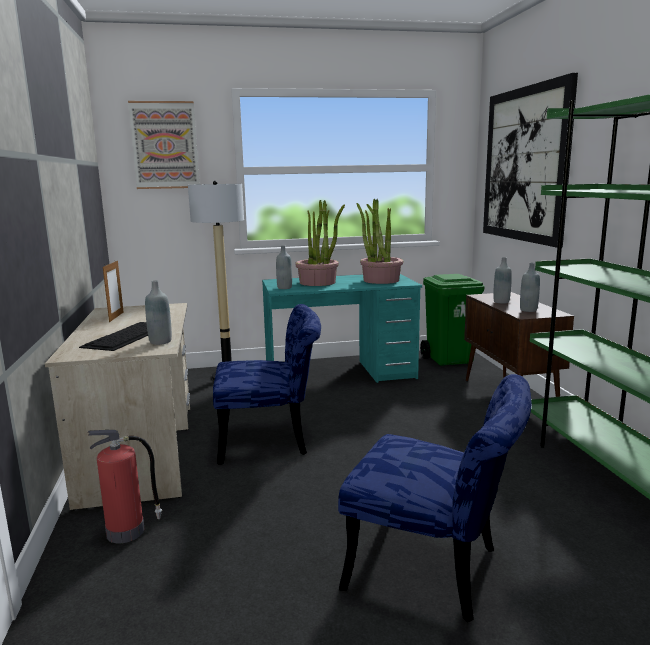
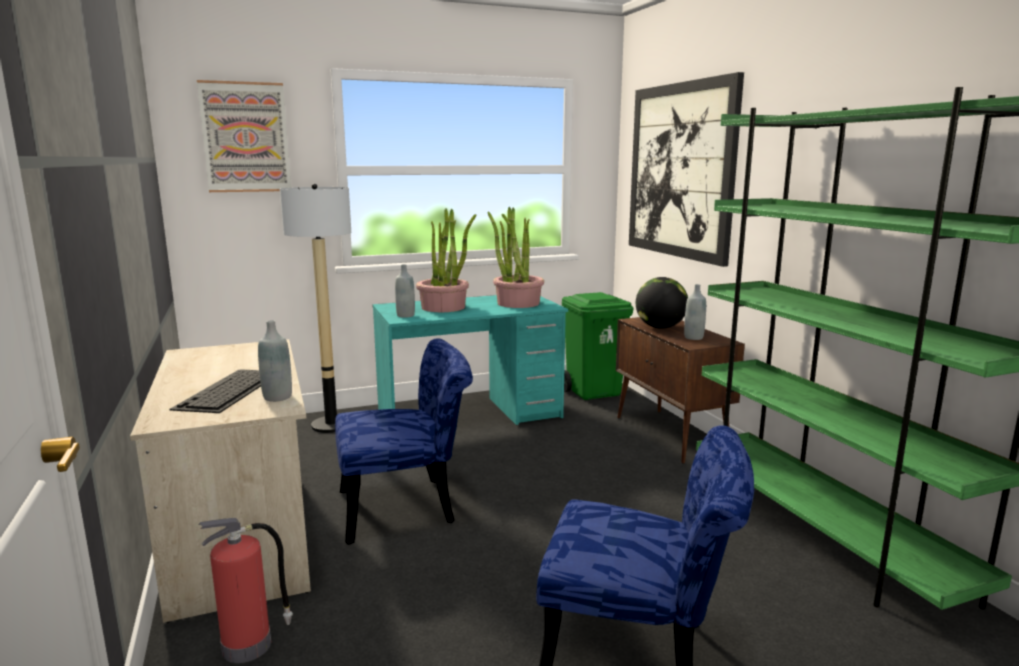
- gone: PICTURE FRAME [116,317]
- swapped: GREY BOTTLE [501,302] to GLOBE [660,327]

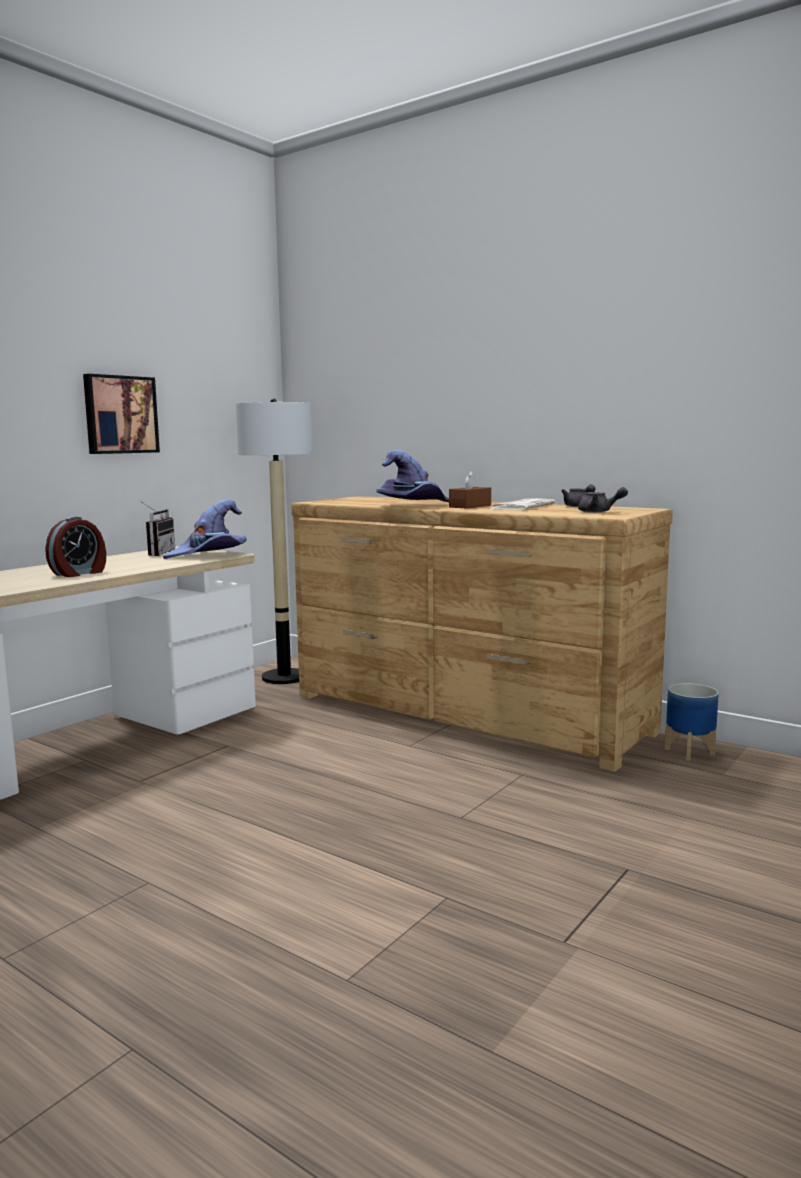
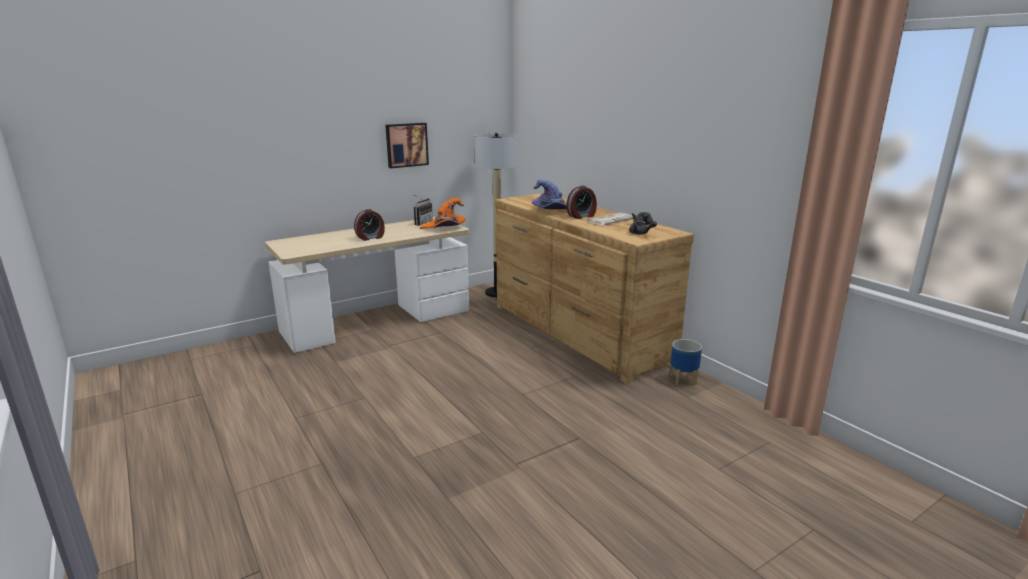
- swapped: BROWN TISSUE BOX [470,506] to ALARM CLOCK [581,216]
- repainted: PURPLE HAT [209,555] to ORANGE HAT [445,227]

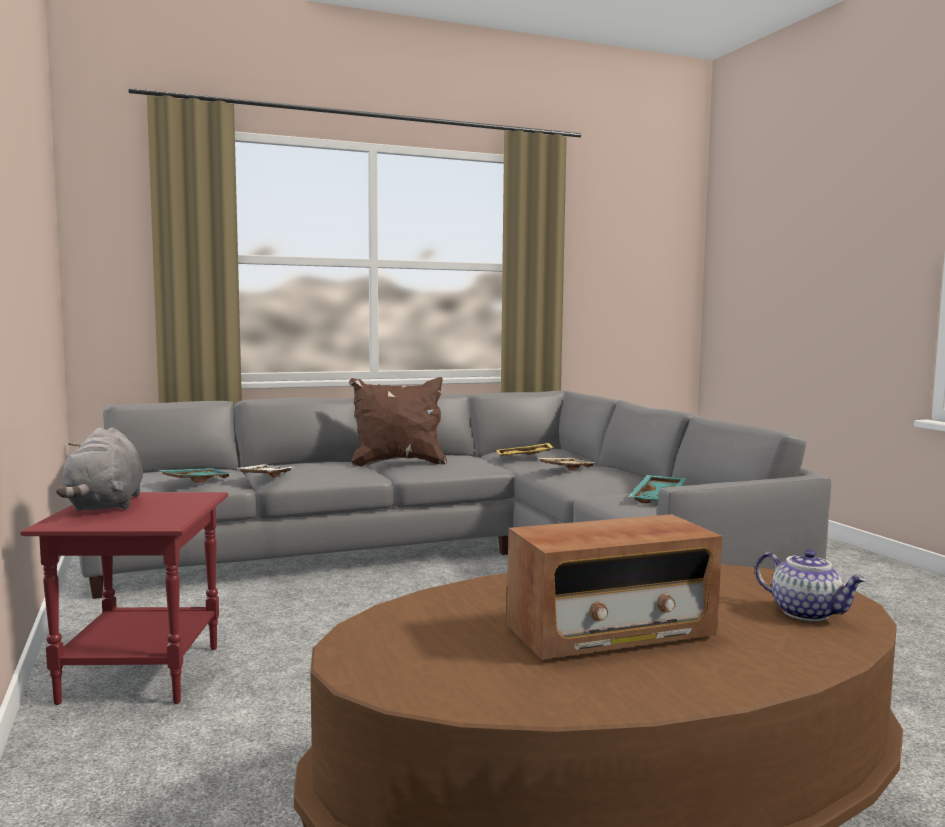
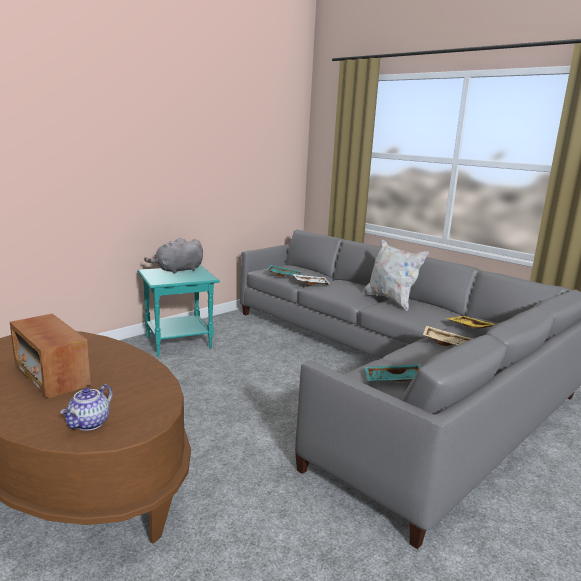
- repainted: RED SIDE TABLE [142,673] to TURQUOISE SIDE TABLE [179,343]
- repainted: BROWN PILLOW [398,463] to WHITE PILLOW [390,301]

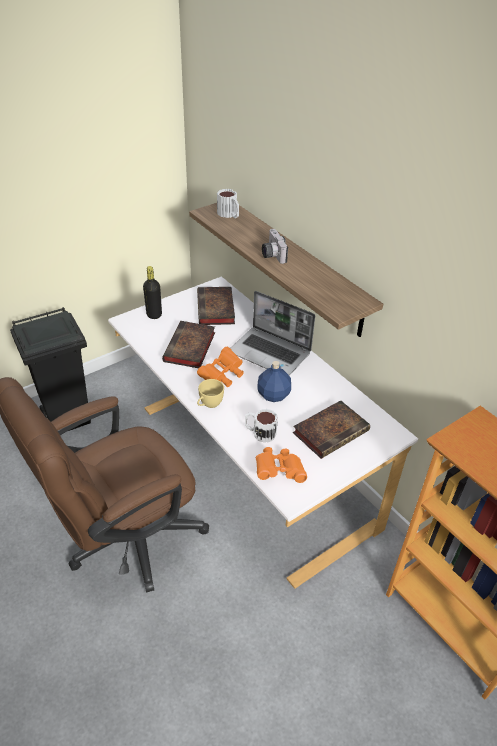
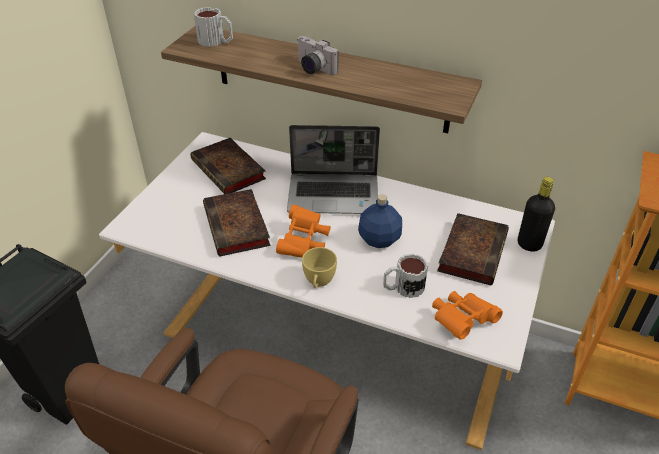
- shifted: BLACK BOTTLE [154,314] to [529,244]

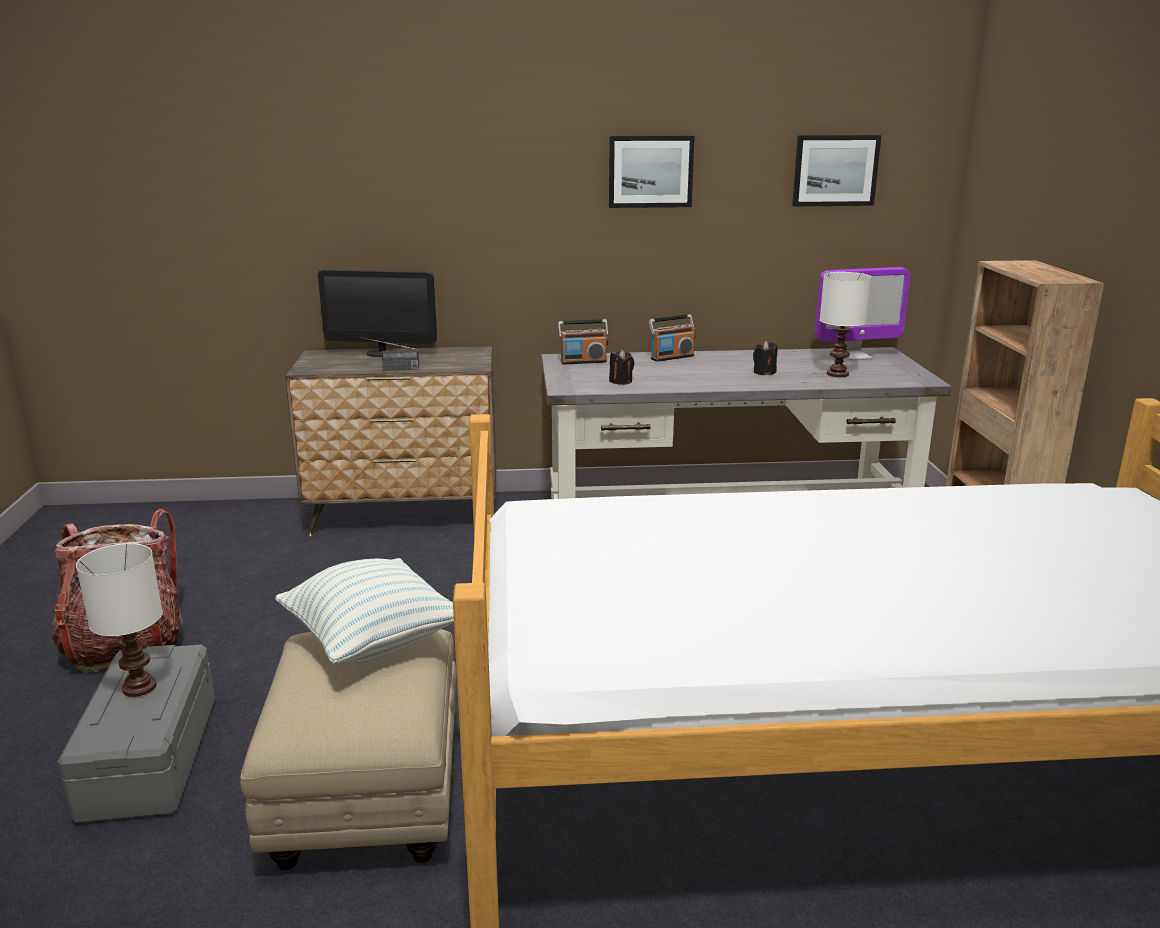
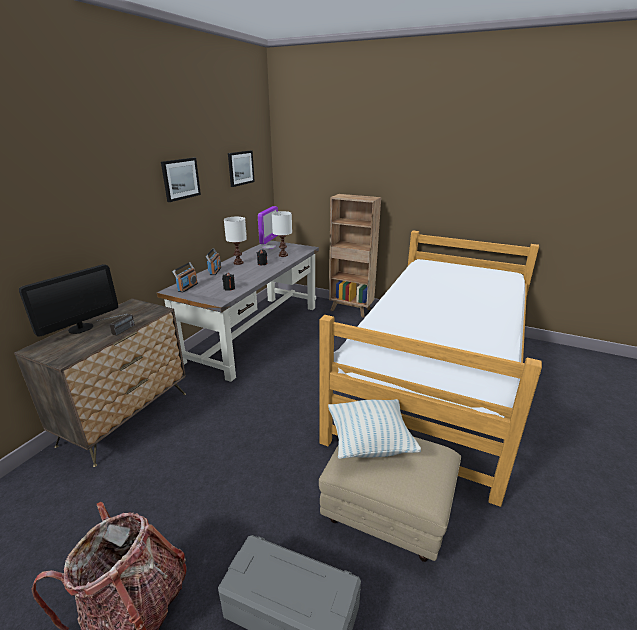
- shifted: WHITE TABLE LAMP [140,688] to [238,263]

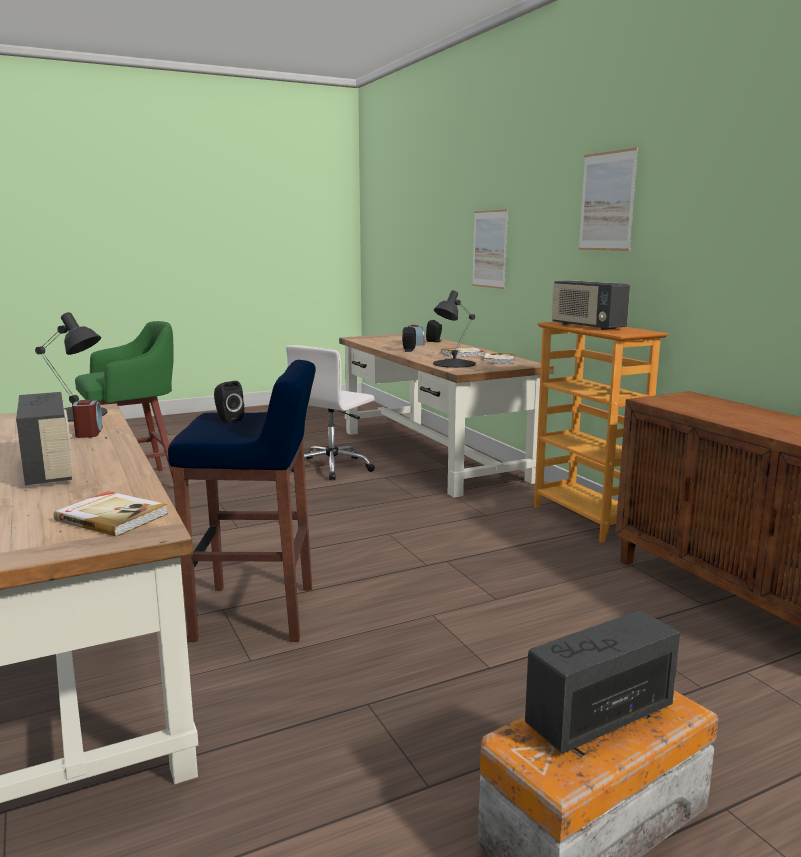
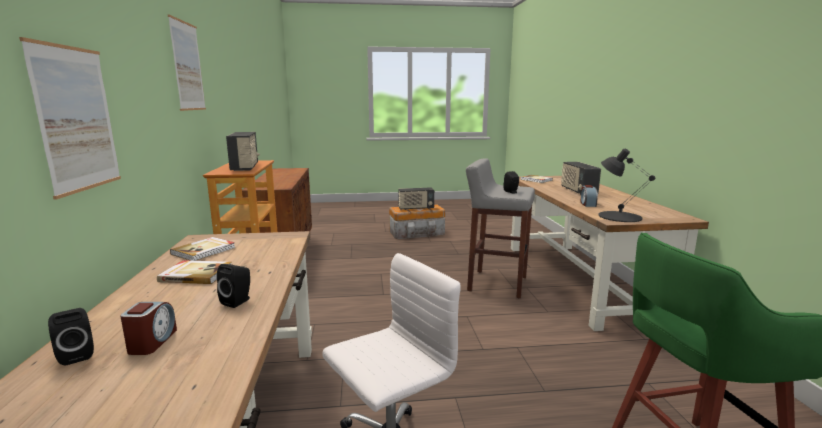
- gone: BLACK TABLE LAMP [453,364]
- repainted: BLUE STOOL [257,613] to GREY STOOL [496,283]

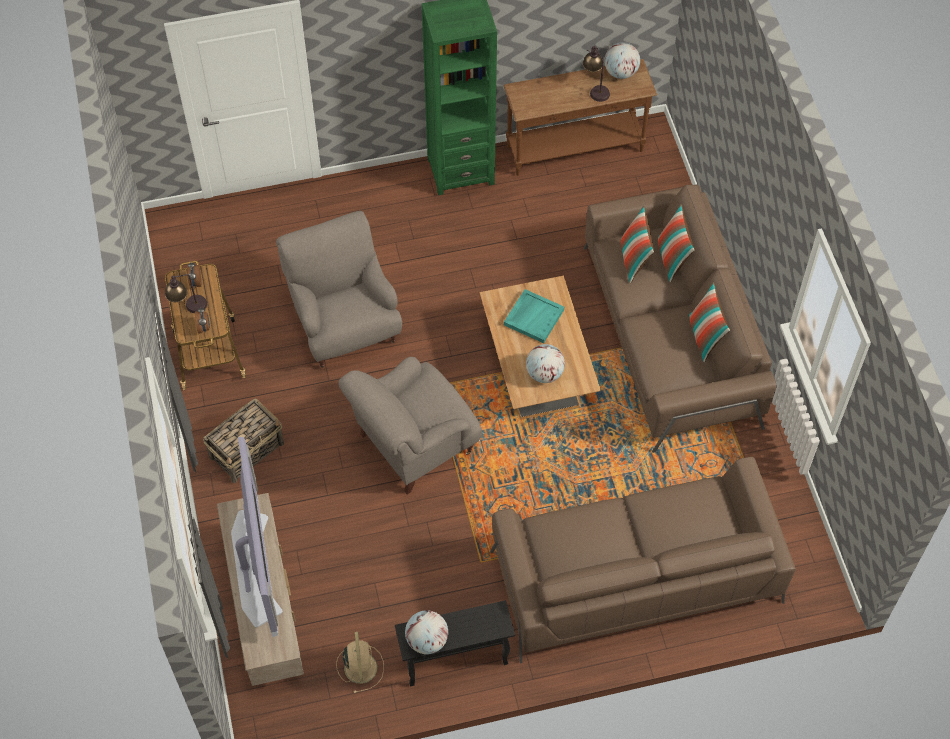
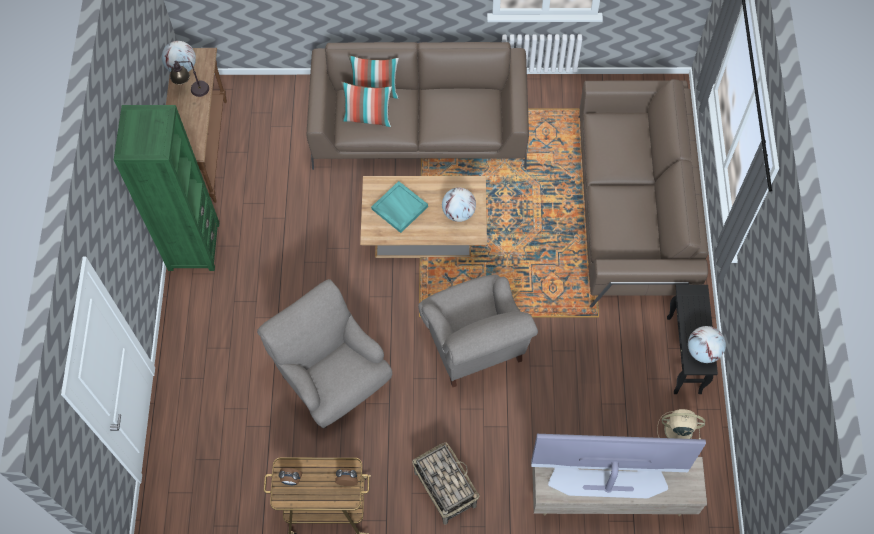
- gone: TABLE LAMP [188,308]
- gone: PILLOW [705,337]
- rotated: GREY ARMCHAIR [344,325] = [332,378] 60 degrees clockwise

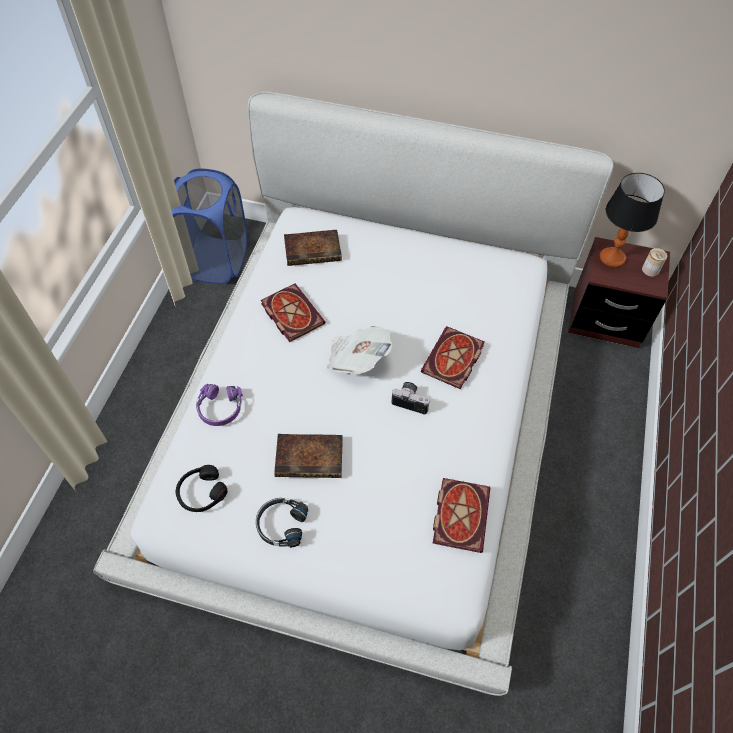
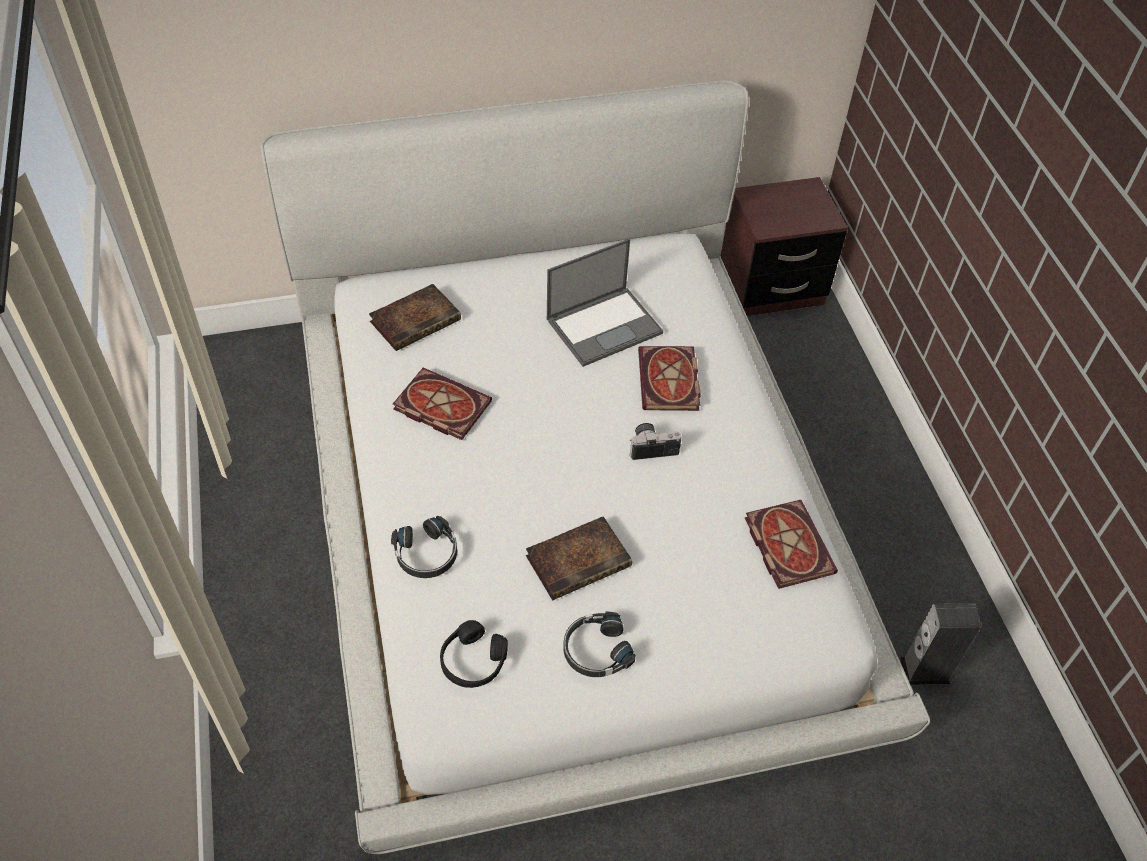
- gone: BLUE LAUNDRY BASKET [216,261]
- gone: NEWSPAPER [358,359]
- gone: TABLE LAMP [612,258]
- gone: CAN [650,270]
- new: LAPTOP [605,325]
- new: SPEAKER [925,670]
- repainted: PURPLE HEADPHONES [220,408] to BLACK HEADPHONES [427,554]

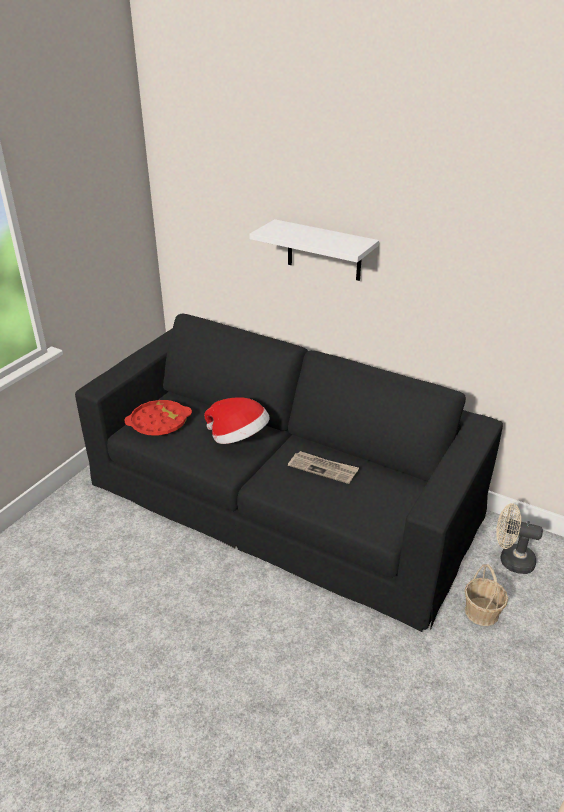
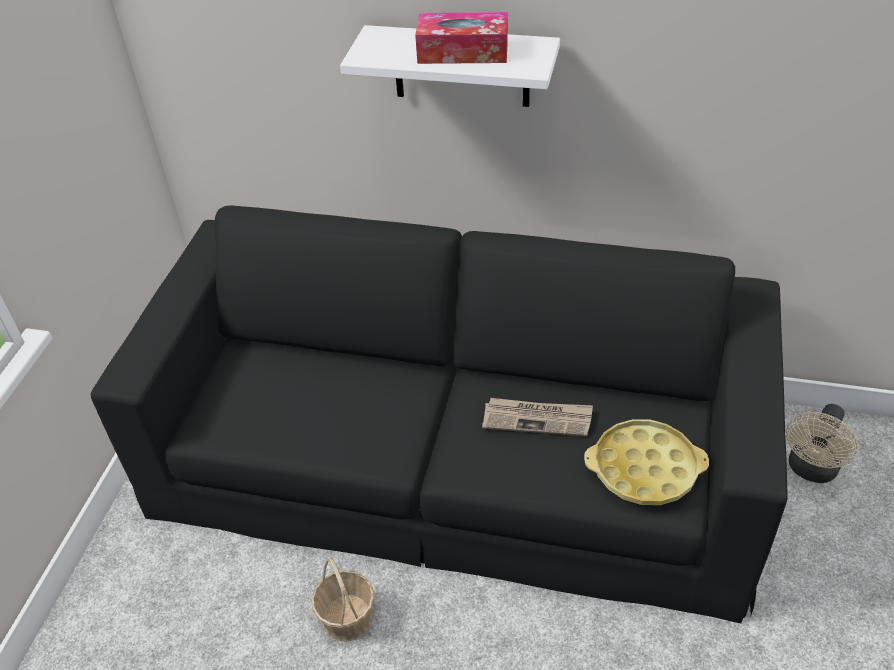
- gone: RED TRAY [159,422]
- gone: HAT [238,438]
- new: TISSUE BOX [463,51]
- new: YELLOW TRAY [644,468]
- shifted: BASKET [481,612] to [347,617]
- rotated: BEIGE FAN [510,560] = [811,470] 60 degrees counterclockwise

